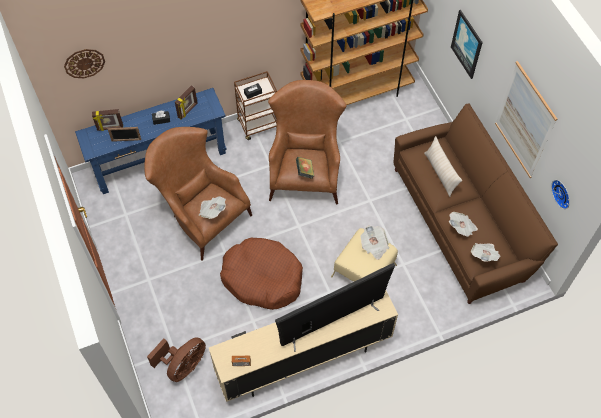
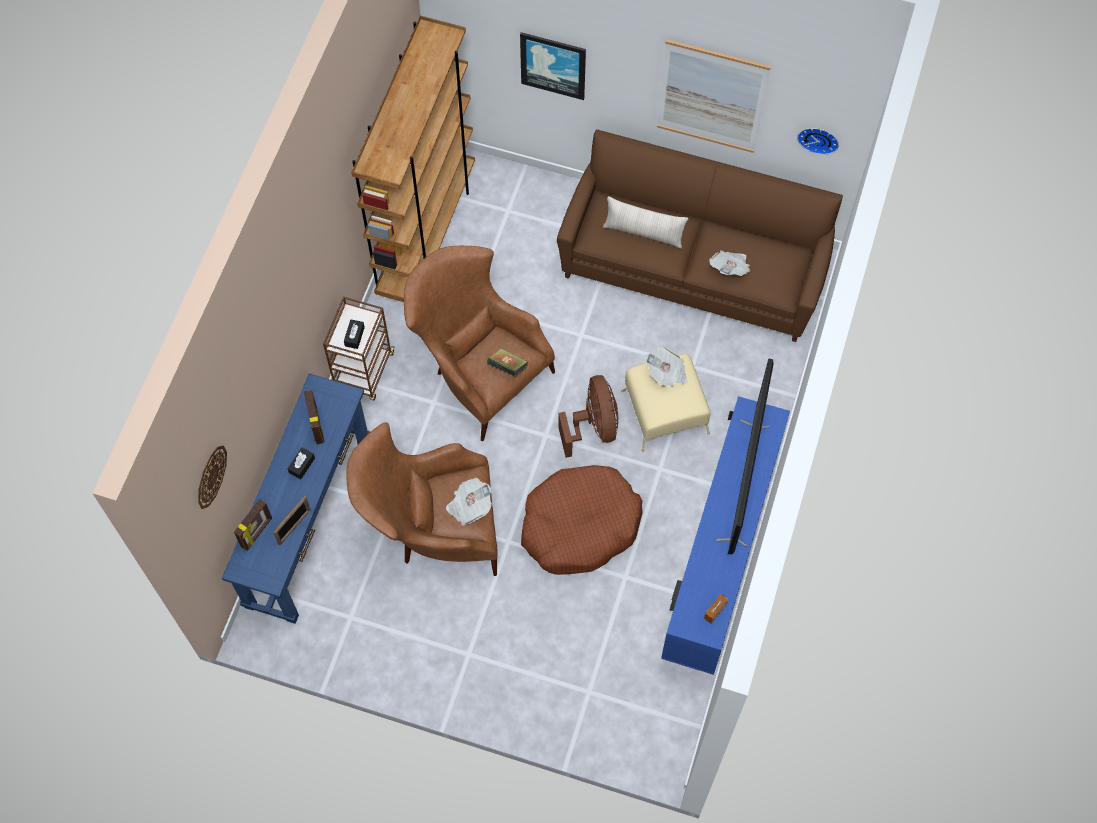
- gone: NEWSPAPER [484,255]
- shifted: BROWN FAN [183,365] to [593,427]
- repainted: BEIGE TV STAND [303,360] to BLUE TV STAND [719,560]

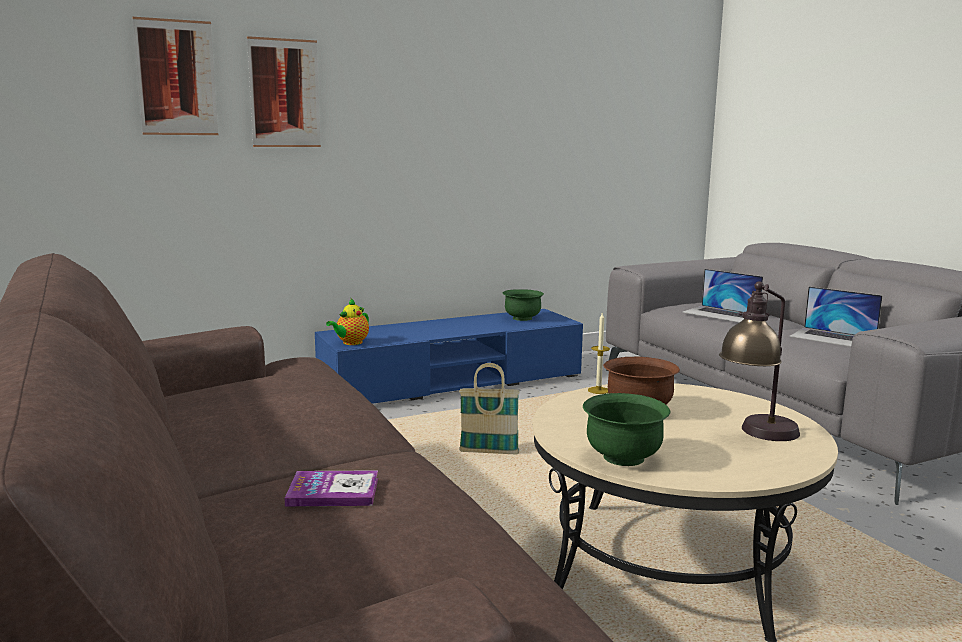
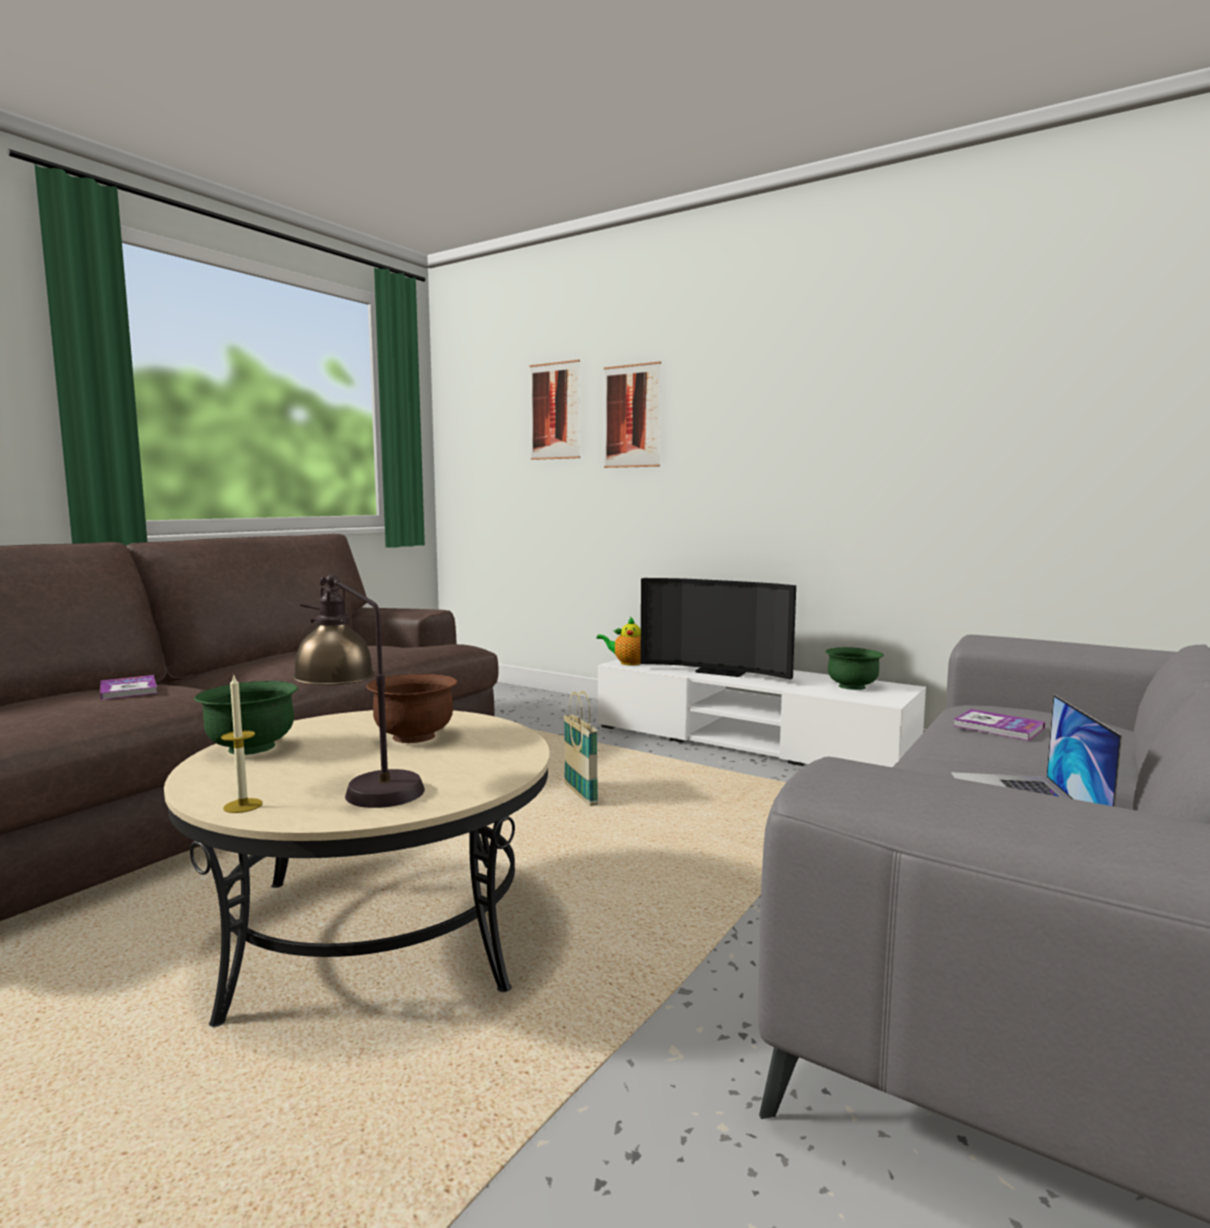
- new: TELEVISION [720,672]
- shifted: CANDLE [598,390] to [243,806]
- swapped: LAPTOP [720,314] to BOOK [998,727]
- repainted: BLUE TV STAND [452,382] to WHITE TV STAND [750,741]

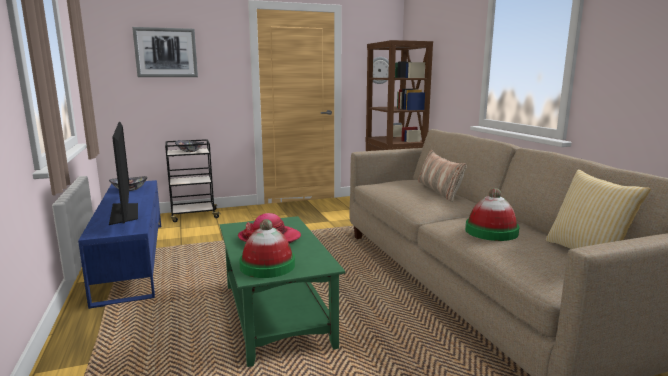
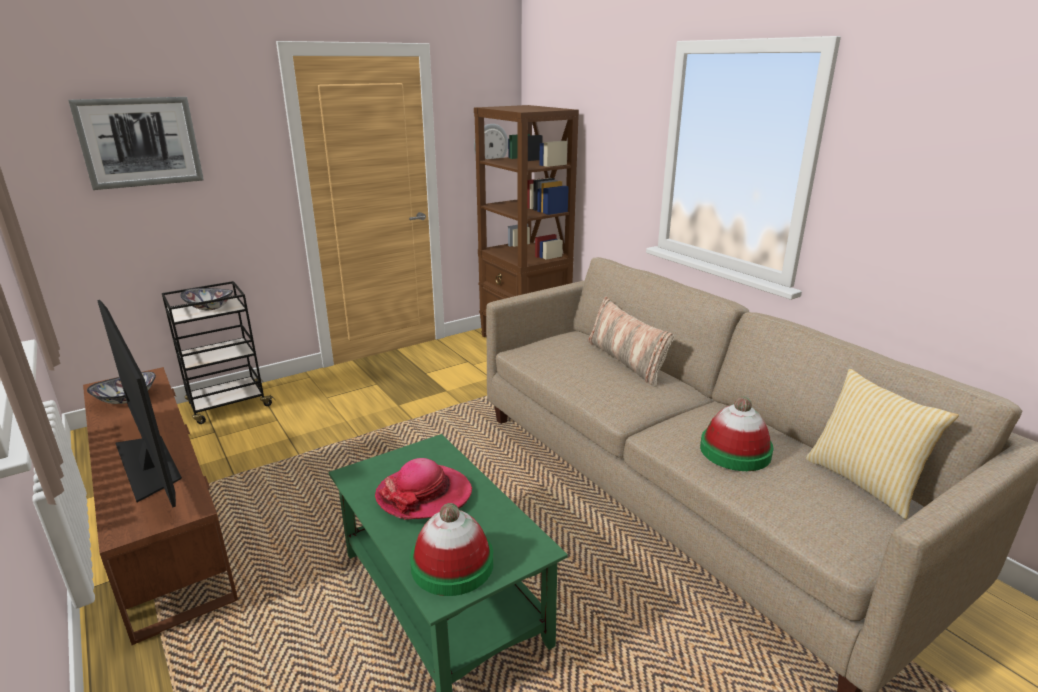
- repainted: BLUE TV STAND [133,258] to BROWN TV STAND [162,516]

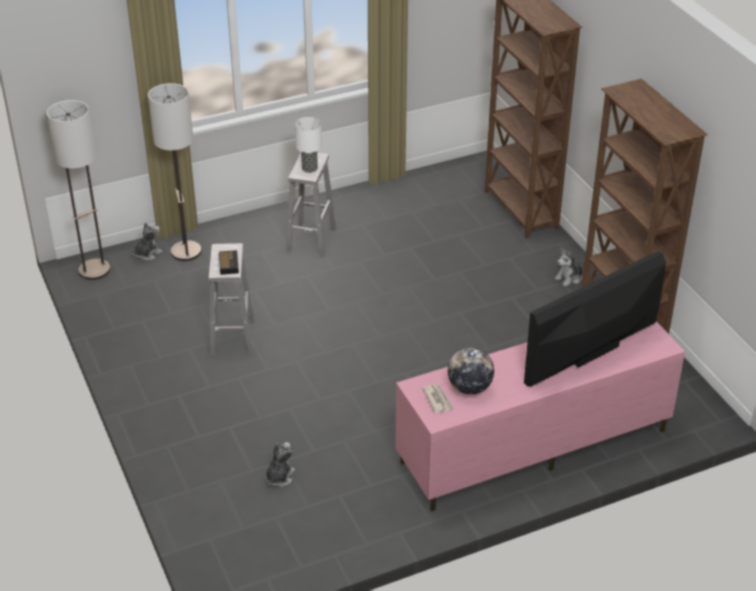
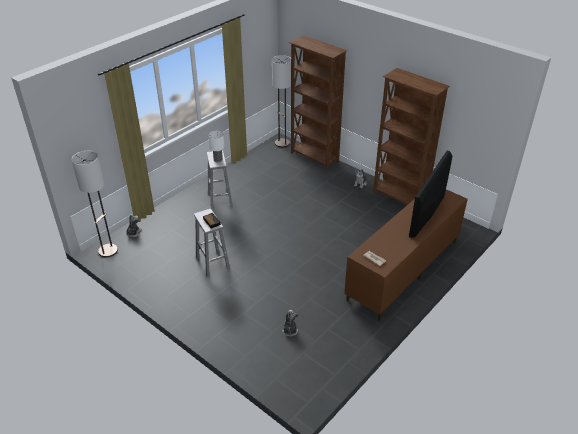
- gone: GLOBE [469,388]
- shifted: FLOOR LAMP [185,251] to [282,143]
- repainted: PINK TV STAND [533,447] to BROWN TV STAND [403,270]

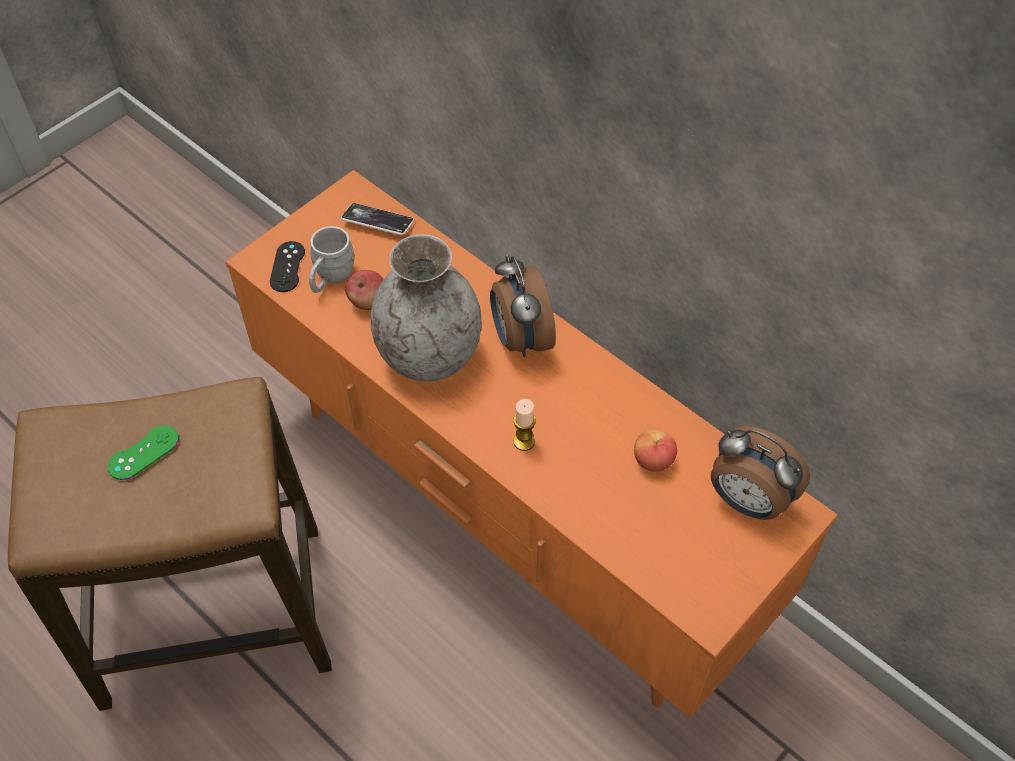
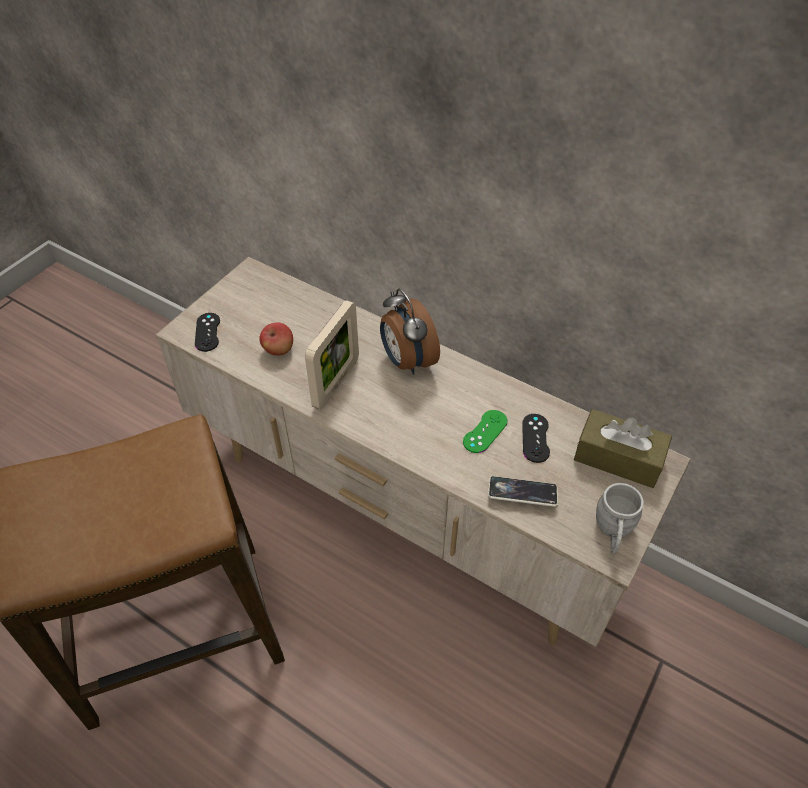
- gone: CANDLE [524,441]
- shifted: GREEN GAME CONTROLLER [143,452] to [485,431]
- shifted: GREY MUG [330,278] to [612,533]
- shifted: PHONE [378,222] to [522,494]
- swapped: GREY VASE [429,355] to PICTURE FRAME [336,383]
- swapped: APPLE [653,460] to BLACK GAME CONTROLLER [535,438]
- swapped: ALARM CLOCK [747,501] to BROWN TISSUE BOX [618,458]
- repainted: ORANGE TV STAND [507,516] to BEIGE TV STAND [404,514]

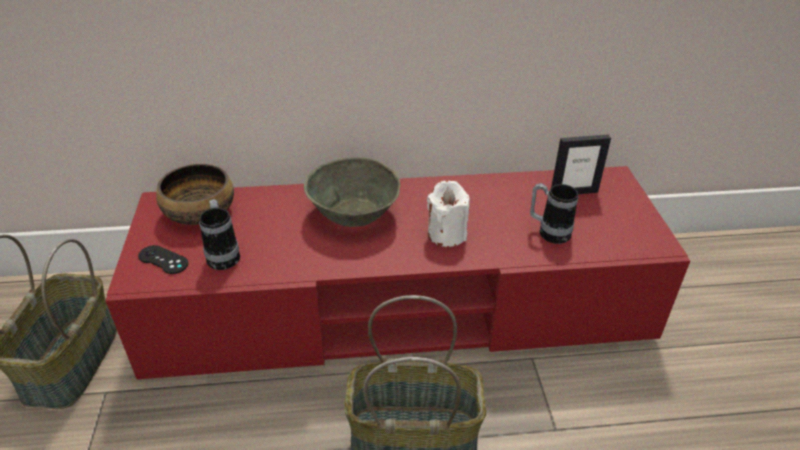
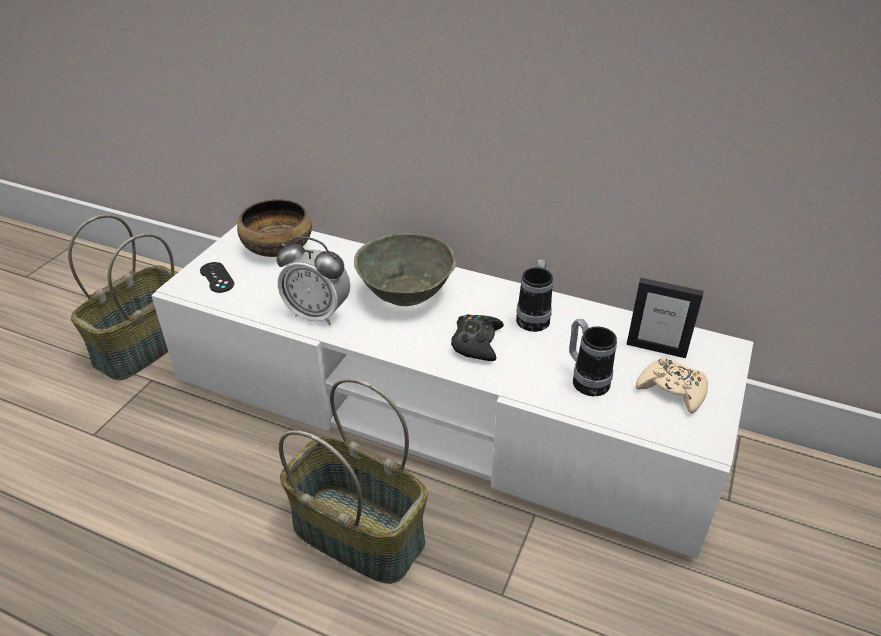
- new: ALARM CLOCK [318,314]
- new: BEIGE GAME CONTROLLER [672,390]
- shifted: MUG [223,255] to [534,317]
- swapped: WHITE CANDLE [447,234] to BLACK GAME CONTROLLER [476,343]
- repainted: RED TV STAND [399,306] to WHITE TV STAND [440,407]

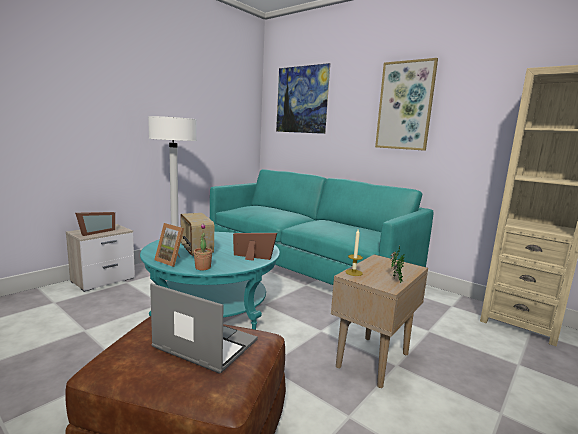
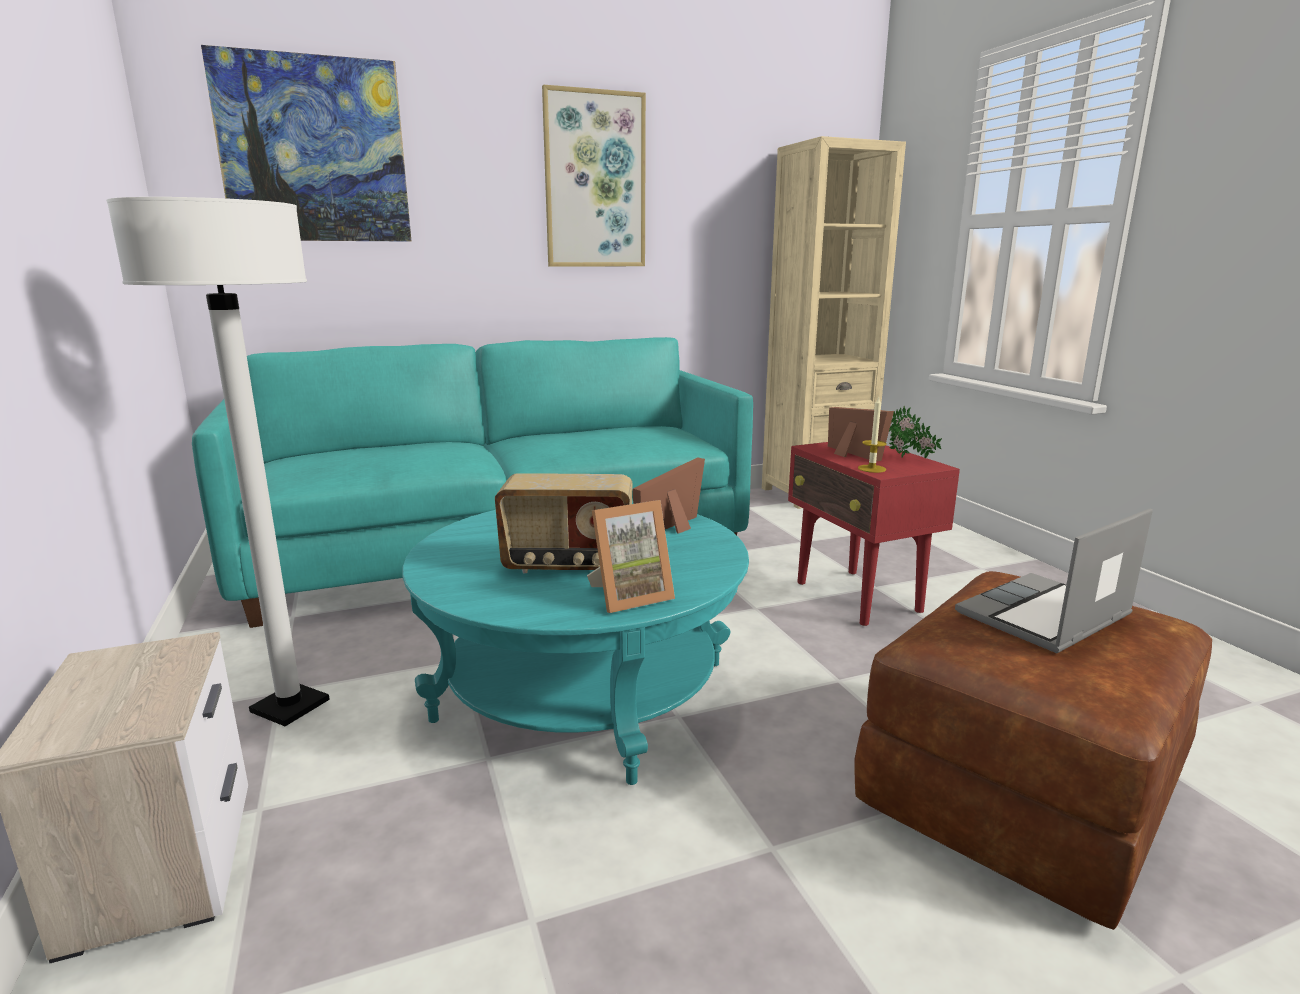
- gone: POTTED PLANT [203,267]
- shifted: PICTURE FRAME [95,232] to [850,455]
- repainted: BEIGE SIDE TABLE [372,360] to RED SIDE TABLE [858,598]

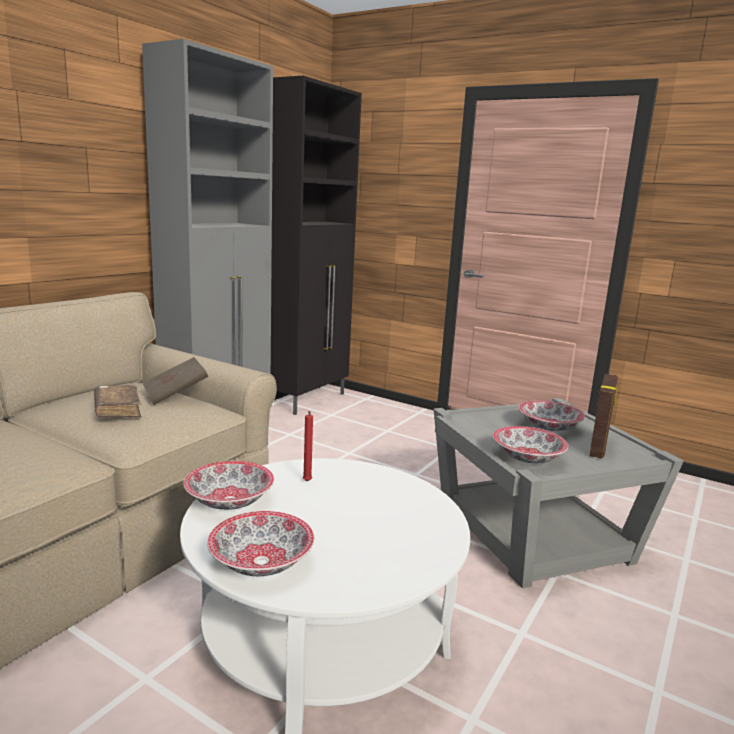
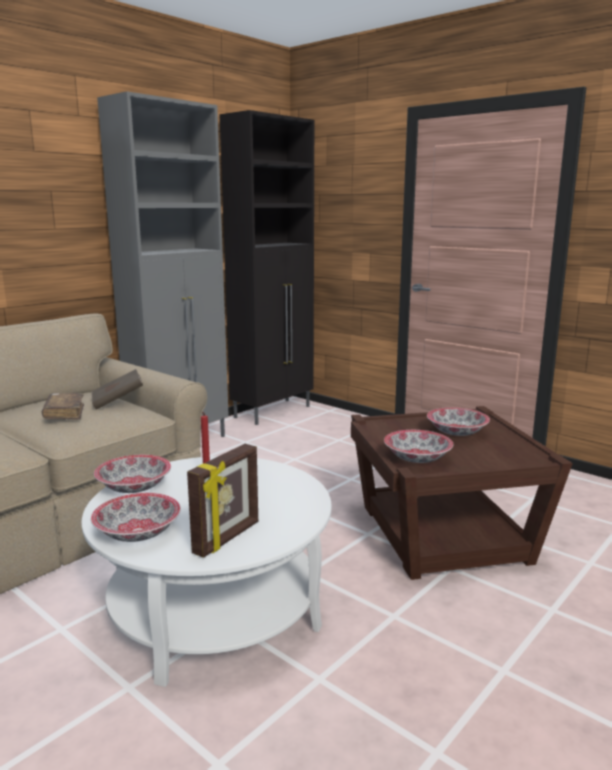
- shifted: PICTURE FRAME [599,446] to [227,538]
- repainted: GREY SIDE TABLE [534,532] to BROWN SIDE TABLE [444,533]

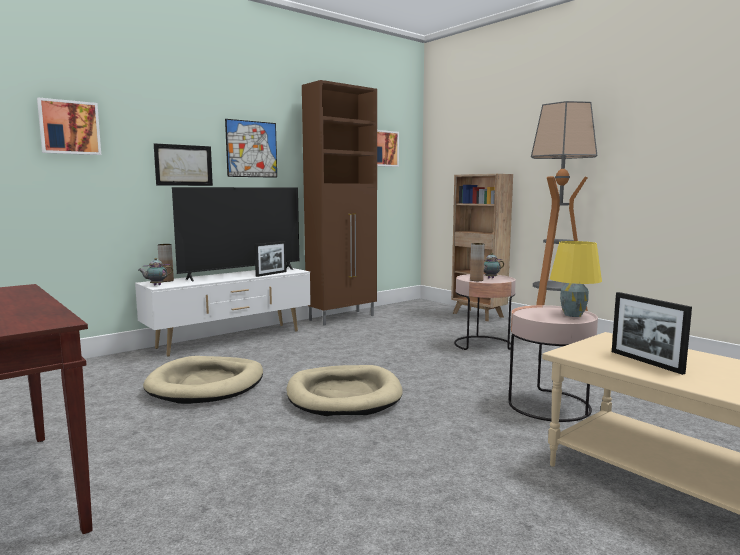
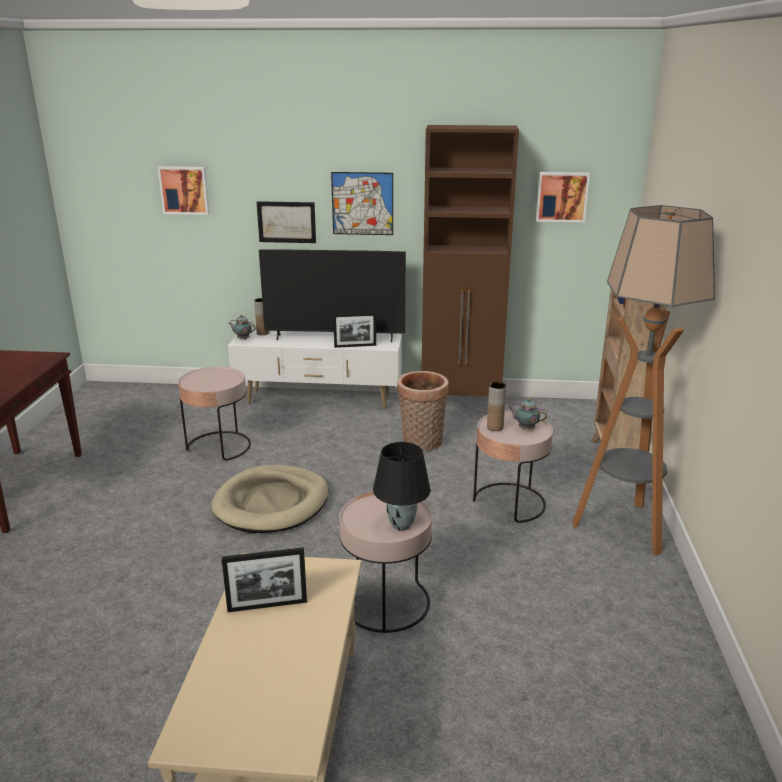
- new: BASKET [421,444]
- swapped: BEIGE DOG BED [206,384] to PINK SIDE TABLE [219,447]
- repainted: YELLOW TABLE LAMP [572,315] to BLACK TABLE LAMP [400,525]
- rotated: PICTURE FRAME [646,362] = [267,605] 120 degrees counterclockwise

